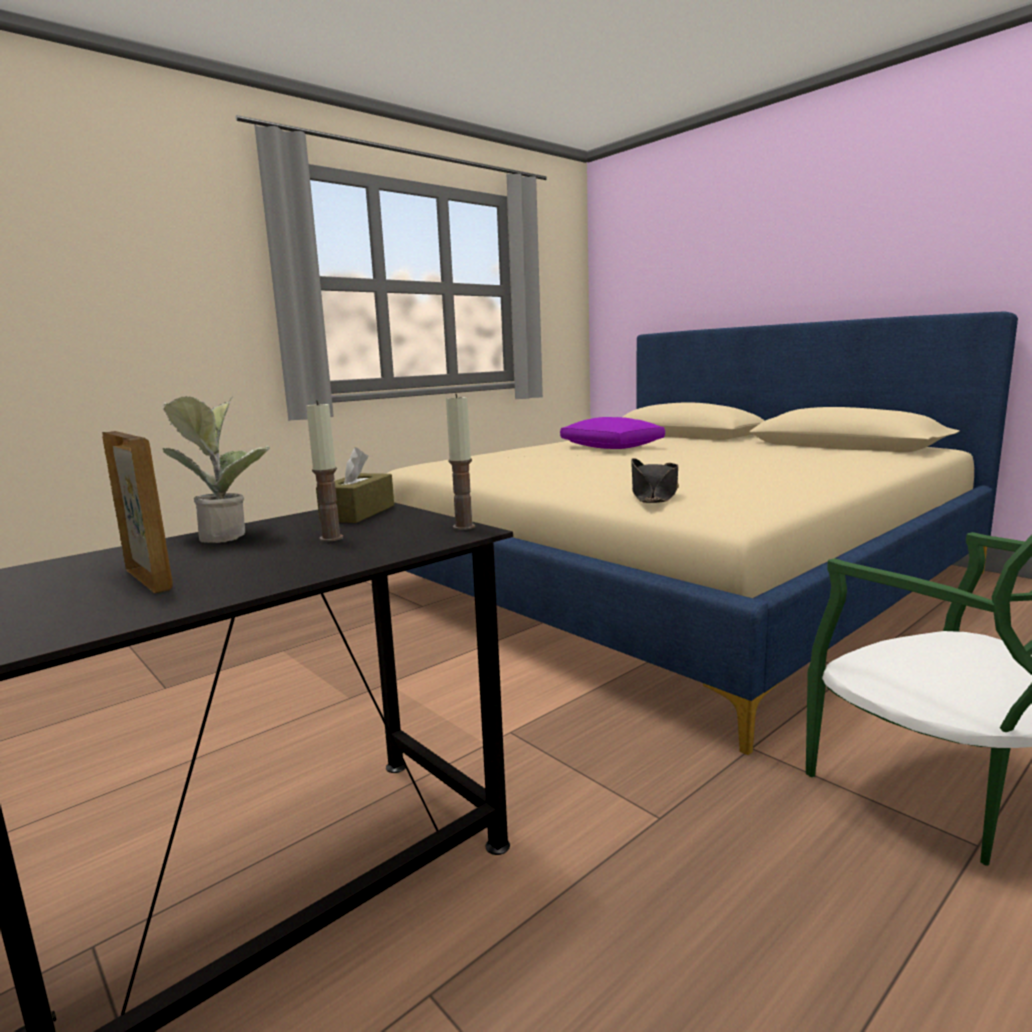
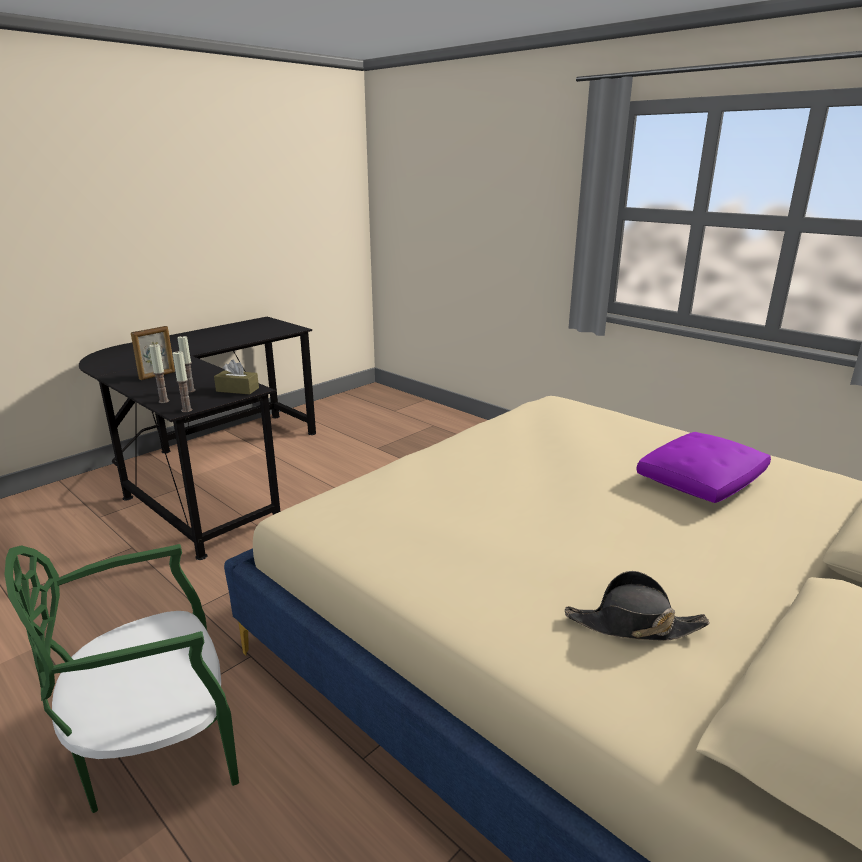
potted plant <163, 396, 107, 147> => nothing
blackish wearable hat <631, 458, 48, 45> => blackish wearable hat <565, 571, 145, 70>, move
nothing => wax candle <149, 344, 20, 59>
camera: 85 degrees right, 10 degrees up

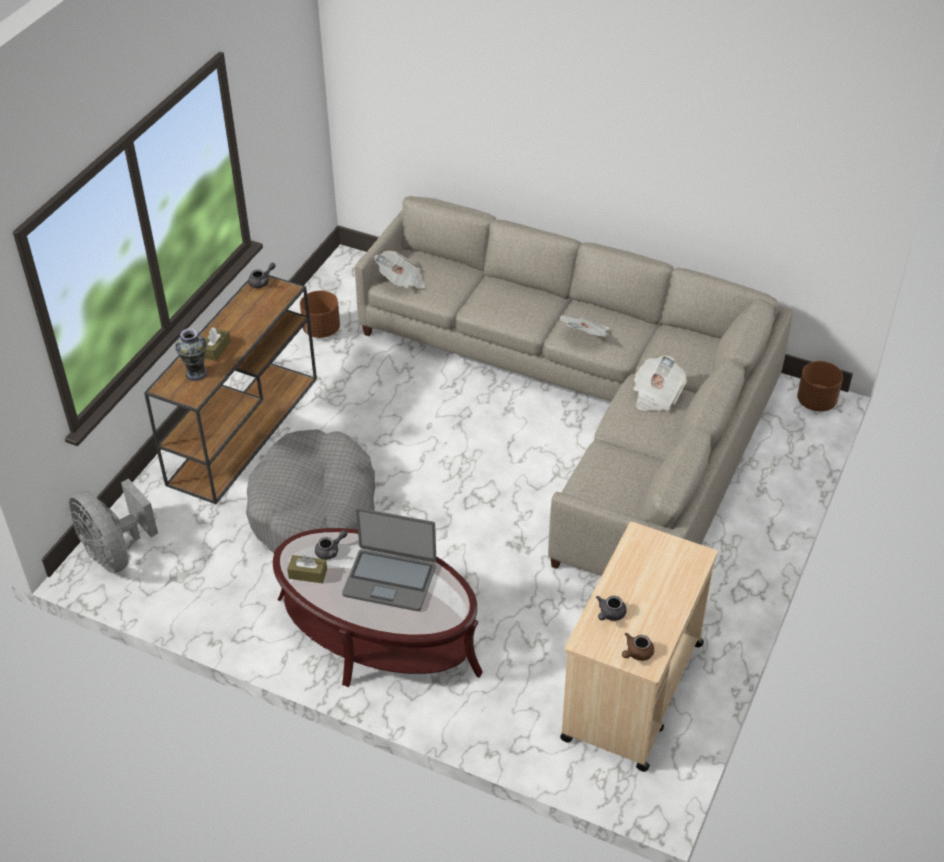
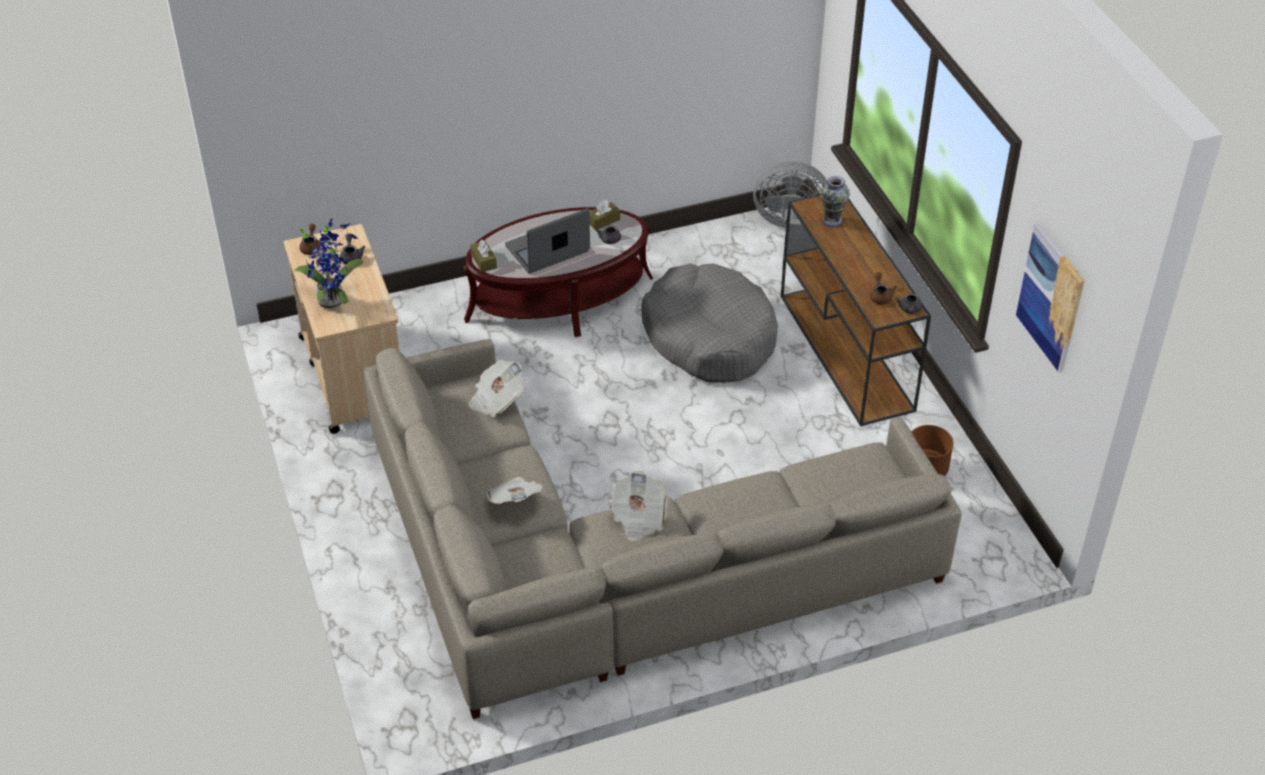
brown-coloured tissue holder <205, 327, 26, 34> => brown-coloured tissue holder <470, 239, 27, 33>, move
printed paper <375, 251, 50, 38> => printed paper <468, 360, 58, 57>, move
brown-coloured plant pot <797, 361, 46, 51> => nothing
nothing => potted plant <294, 218, 69, 91>
nothing => brown-coloured pot for tea <870, 272, 27, 32>
nothing => wall art <1016, 223, 69, 150>
camera: 135 degrees right, 0 degrees up

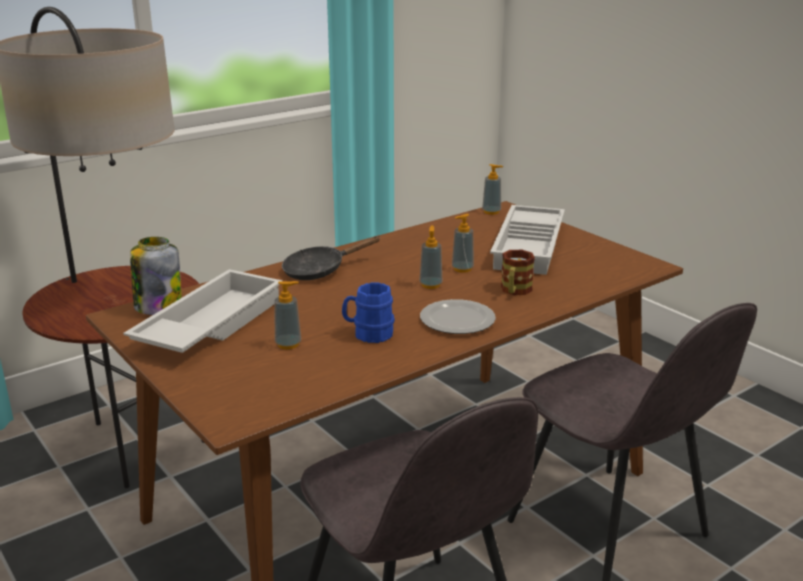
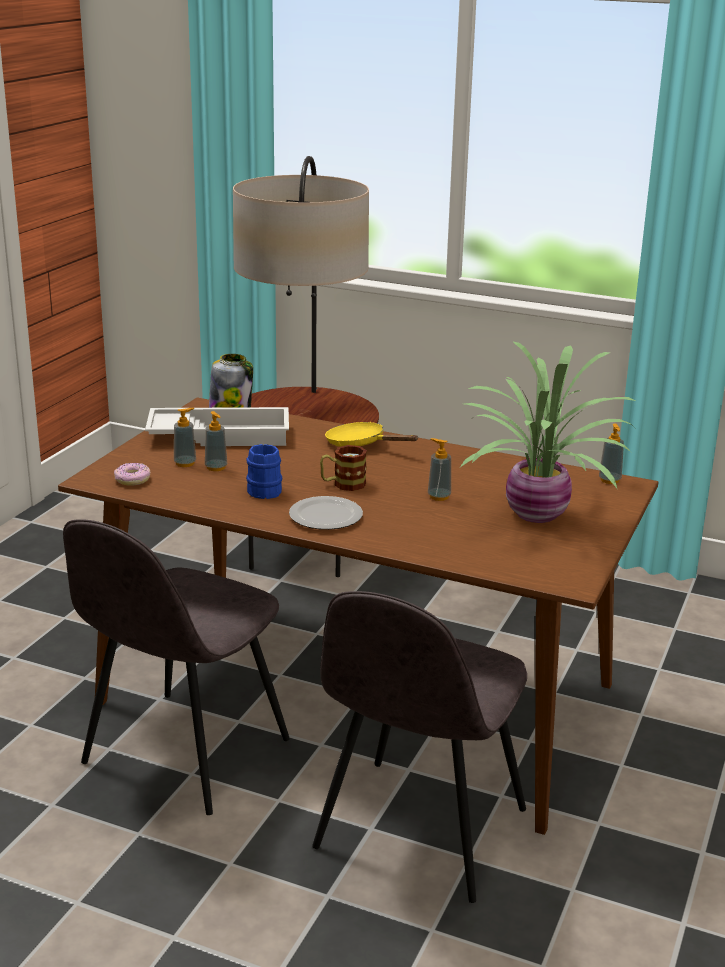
blackish pan <282, 236, 99, 44> => yellowish pan <325, 422, 94, 25>
soap bottle <419, 225, 23, 64> => soap bottle <174, 408, 22, 59>, move
white-coloured serving tray <490, 205, 75, 70> => potted plant <460, 342, 175, 181>
tea mug <501, 250, 34, 45> => tea mug <320, 445, 47, 46>, move
nothing => ring doughnut <114, 463, 36, 23>
camera: 60 degrees right, 0 degrees up

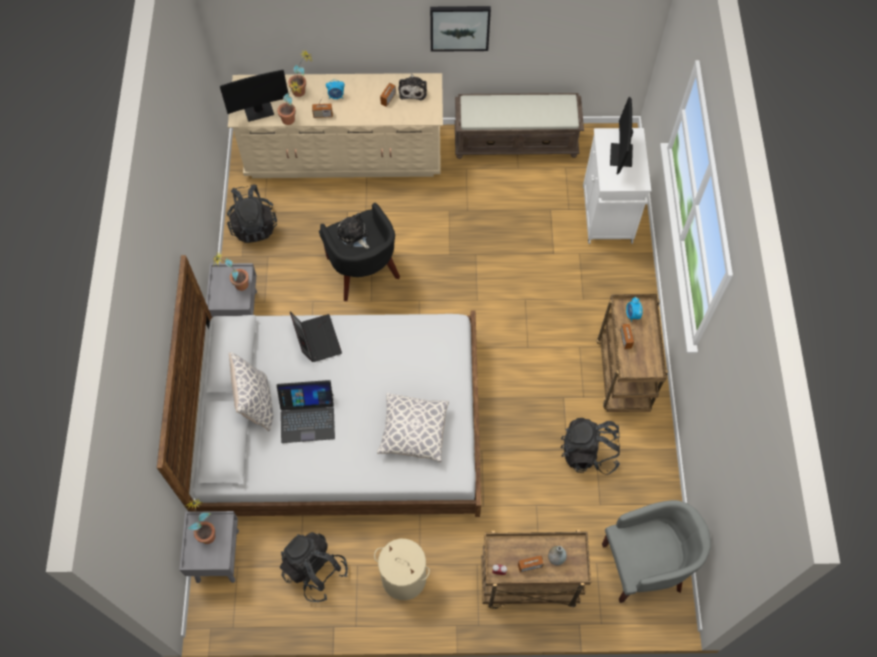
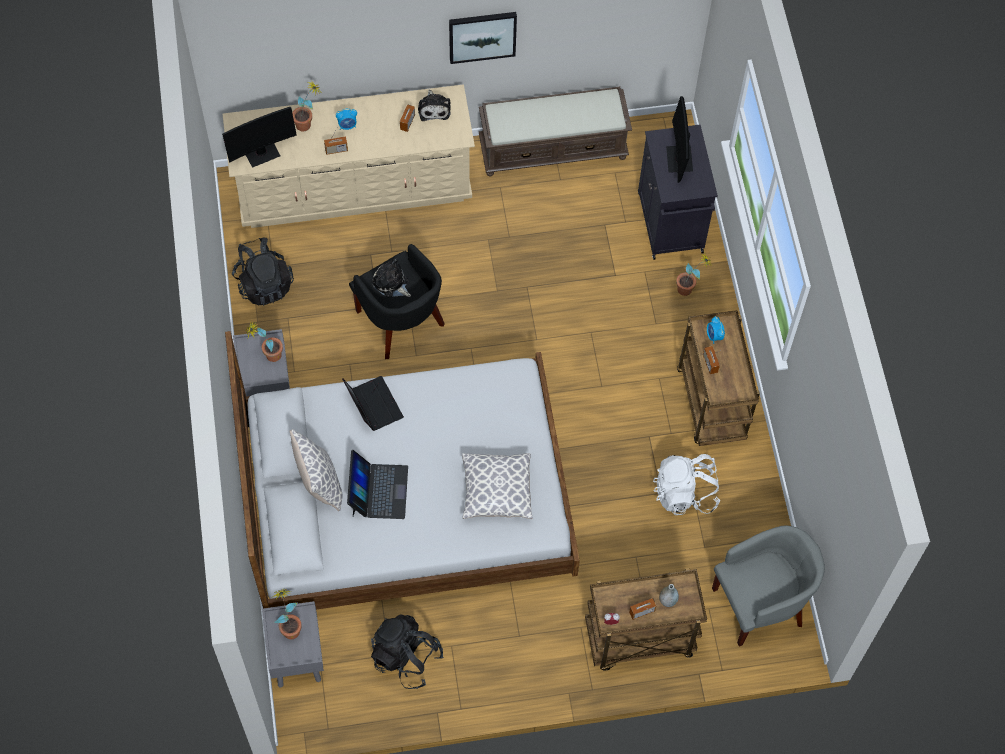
potted plant <277, 81, 24, 44> => potted plant <676, 252, 36, 44>, move
notebook computer <277, 380, 58, 63> => notebook computer <347, 450, 61, 69>, 75 degrees counterclockwise
beige-coloured hamper <374, 539, 56, 61> => nothing
blackish backpack <560, 418, 60, 57> => white-coloured backpack <653, 454, 68, 61>
white-coloured cabinet <583, 128, 68, 116> => blackish cabinet <638, 125, 80, 135>
camera: 10 degrees left, 0 degrees up

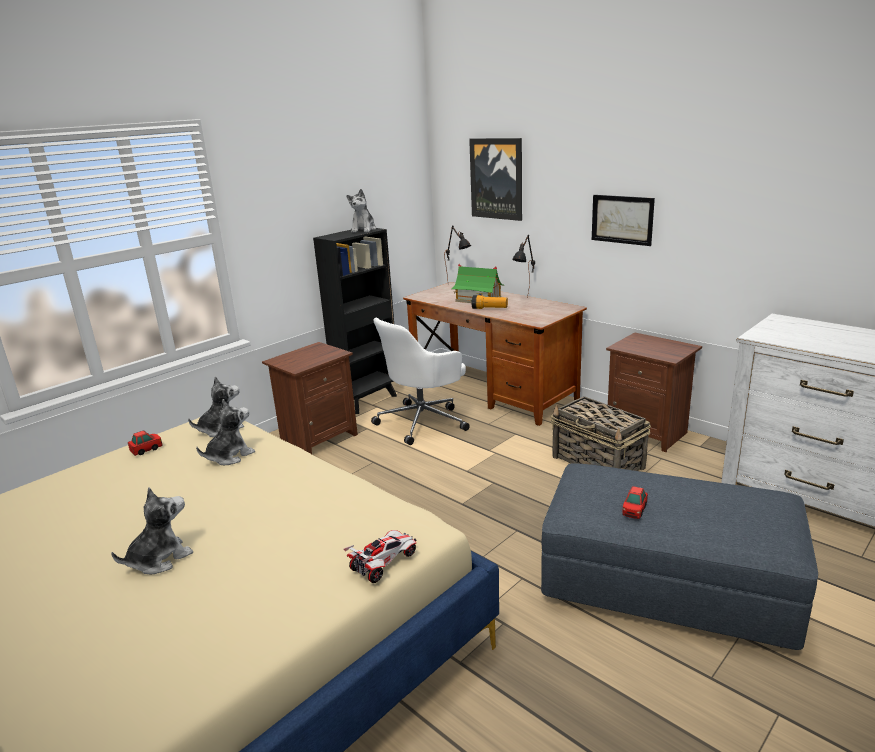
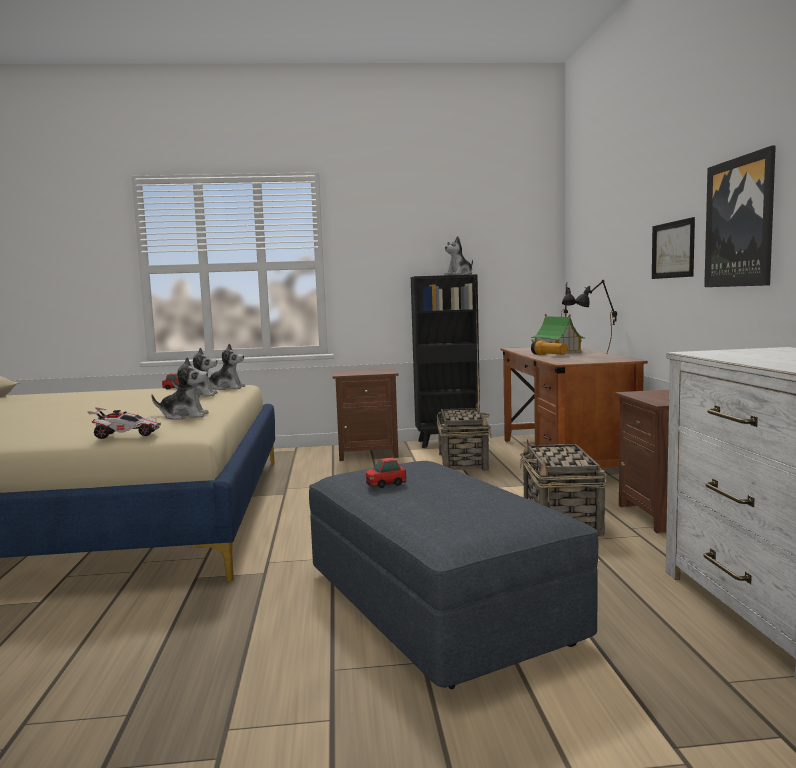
cuddly toy <111, 488, 82, 86> => cuddly toy <152, 357, 57, 63>, move
white-coloured desk chair <371, 318, 99, 127> => household basket <437, 403, 54, 68>
wall art <469, 138, 53, 83> => wall art <704, 146, 72, 141>, move
camera: 40 degrees right, 15 degrees down

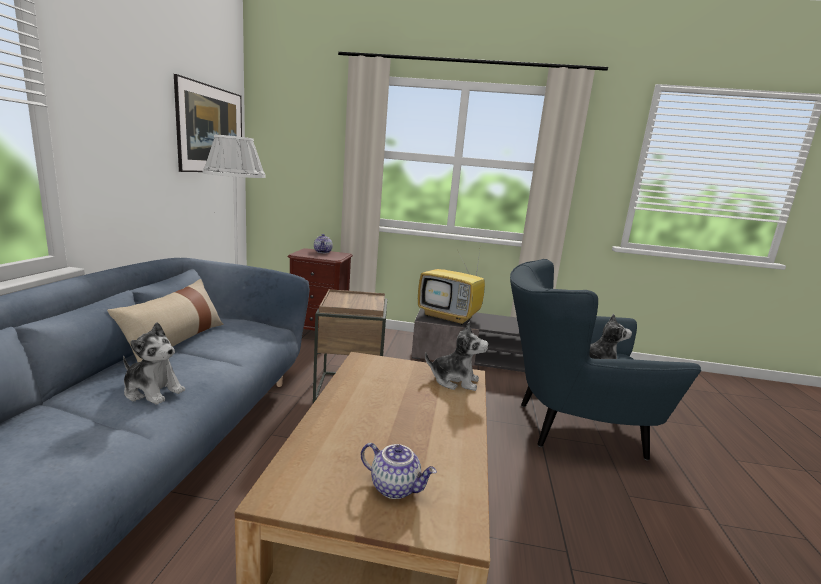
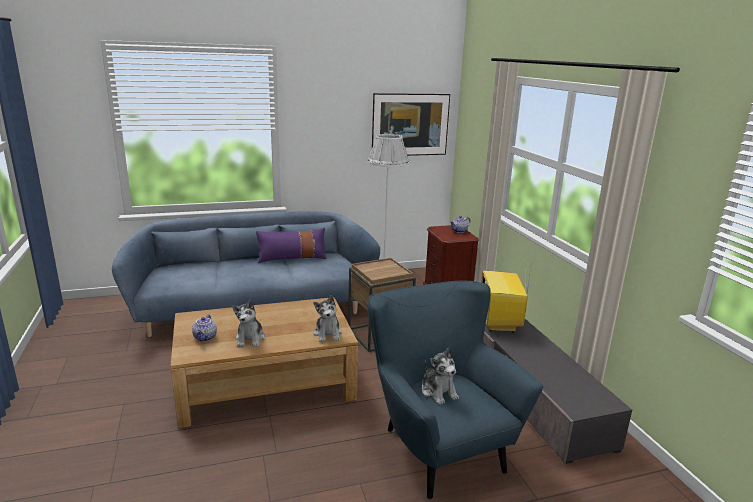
beige-coloured cushion <107, 279, 117, 83> => purplish cushion <256, 228, 71, 35>
cuddly toy <123, 322, 62, 83> => cuddly toy <232, 300, 33, 47>, move
camera: 65 degrees right, 5 degrees up

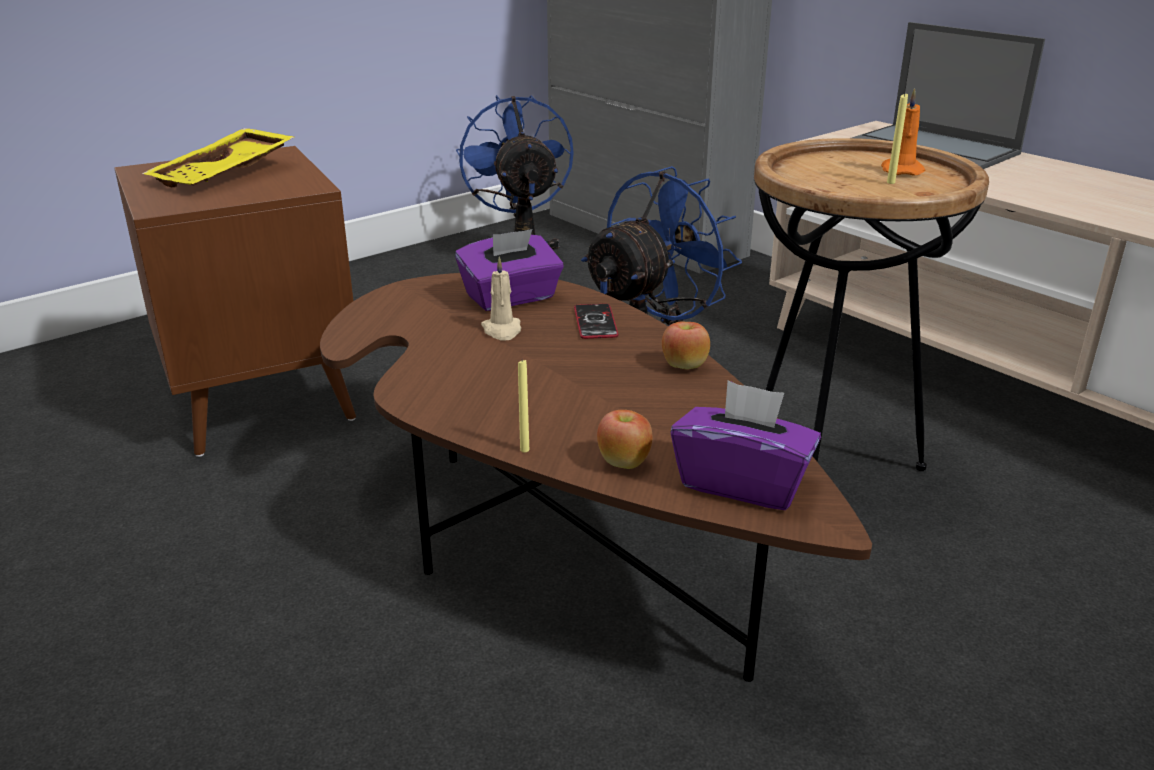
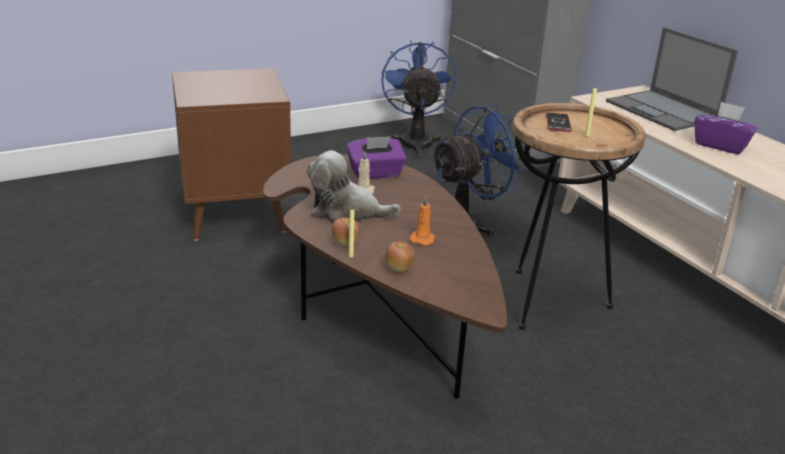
yellowish serving tray <142, 128, 152, 59> => nothing
telephone <574, 304, 44, 35> => telephone <546, 113, 26, 19>, move
apple fruit <662, 321, 48, 48> => apple fruit <332, 217, 28, 29>, move
purplish tissue holder <670, 380, 151, 130> => purplish tissue holder <695, 102, 63, 53>, move
orangey wax candle <881, 88, 45, 88> => orangey wax candle <409, 196, 26, 49>, move
nothing => cuddly toy <307, 150, 94, 73>
camera: 10 degrees right, 0 degrees up

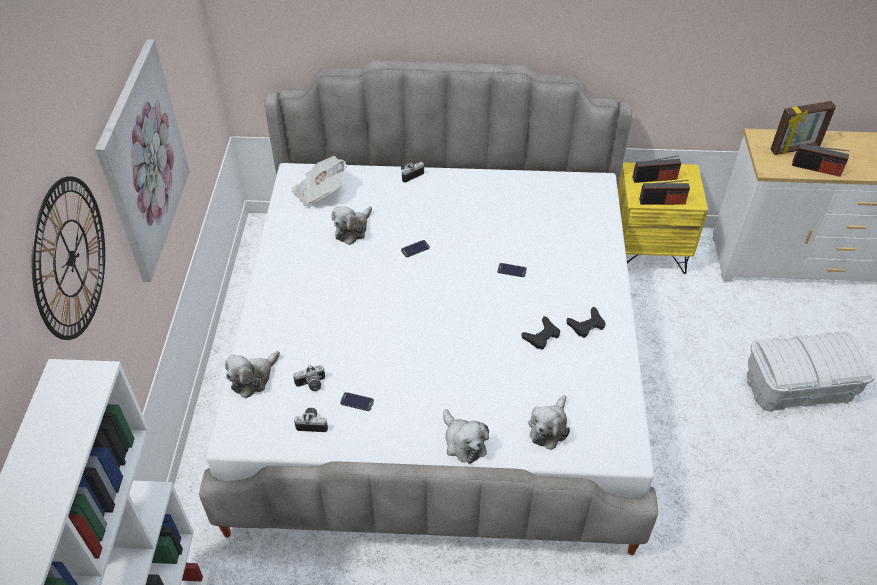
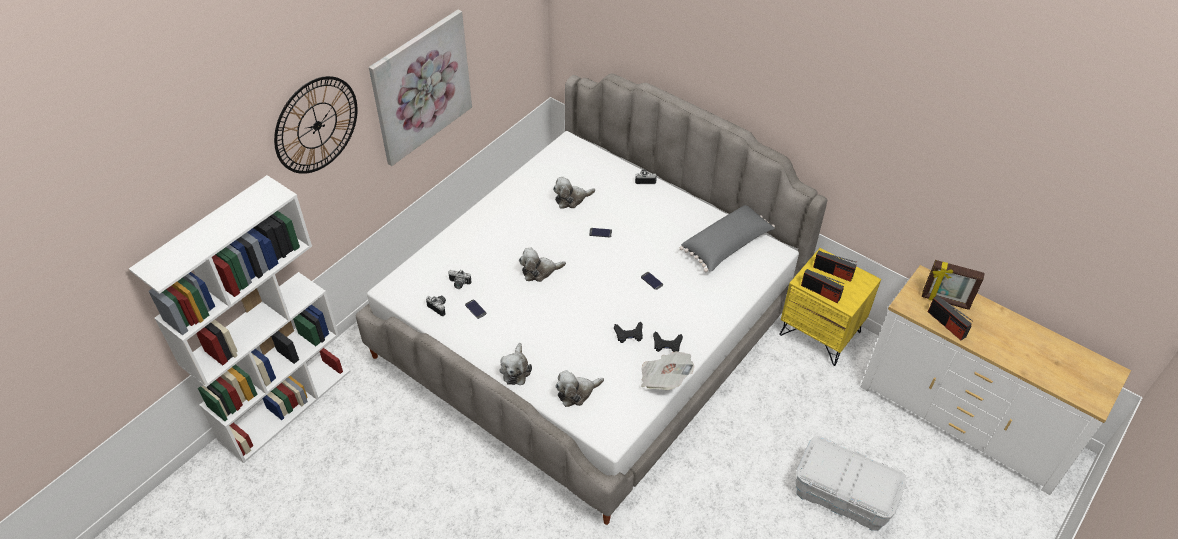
cuddly toy <225, 351, 55, 48> => cuddly toy <519, 248, 47, 34>, move
printed paper <292, 156, 55, 50> => printed paper <641, 351, 53, 39>, move
nothing => grey cushion <680, 205, 95, 67>
camera: 35 degrees right, 0 degrees up

